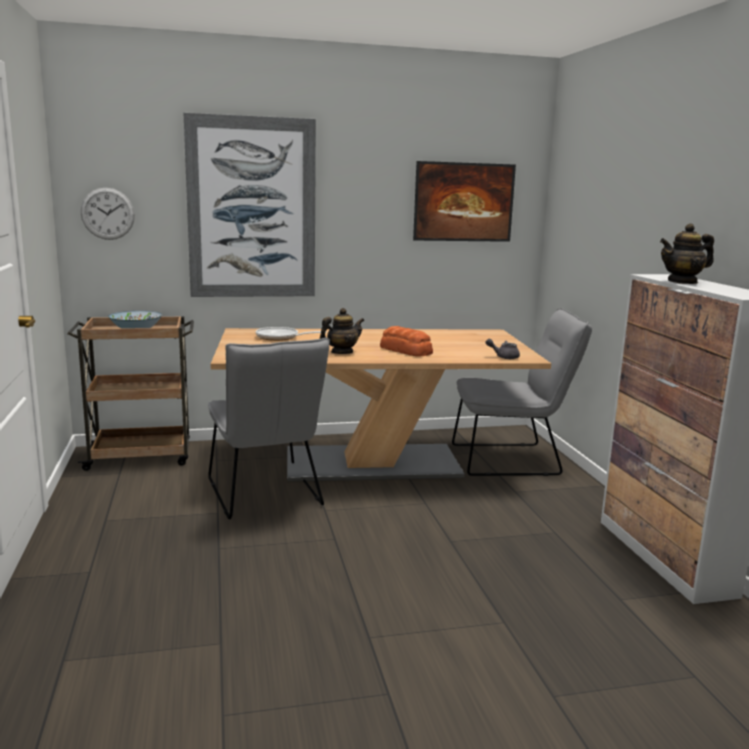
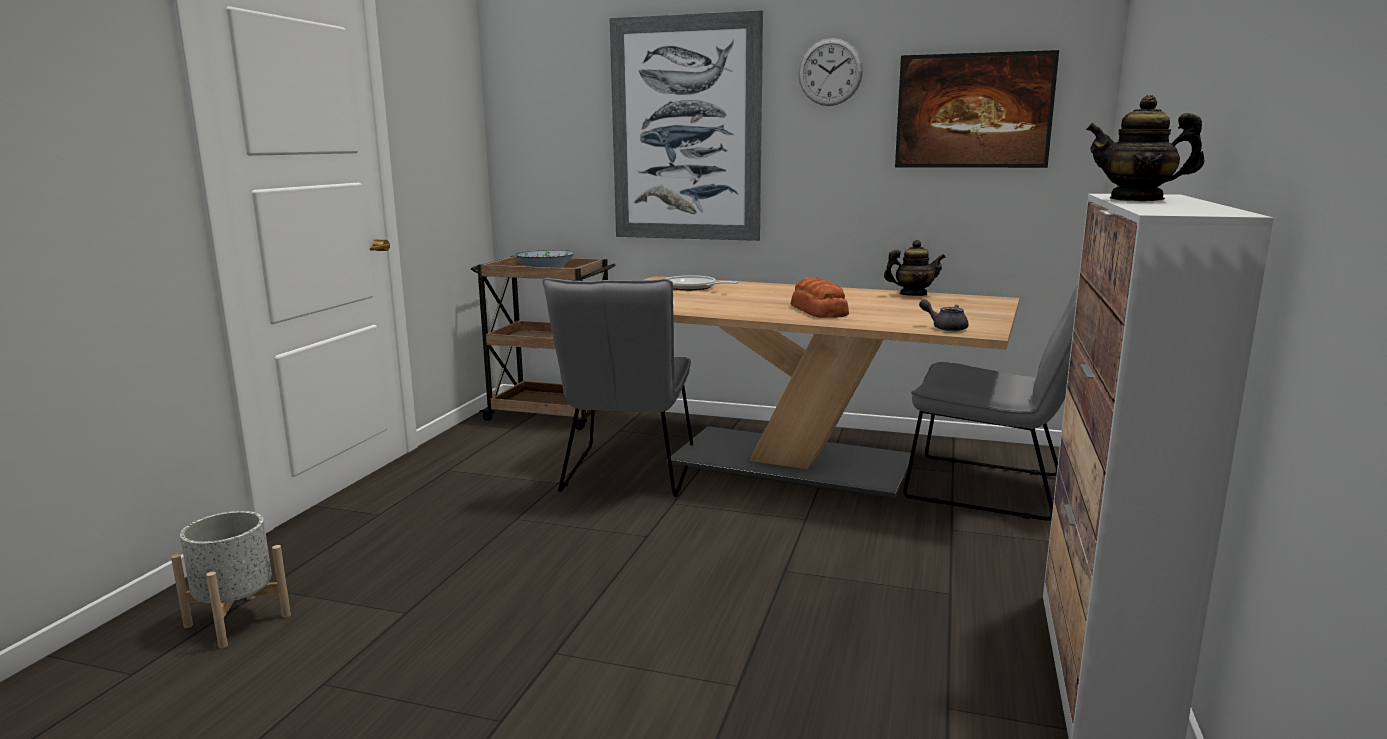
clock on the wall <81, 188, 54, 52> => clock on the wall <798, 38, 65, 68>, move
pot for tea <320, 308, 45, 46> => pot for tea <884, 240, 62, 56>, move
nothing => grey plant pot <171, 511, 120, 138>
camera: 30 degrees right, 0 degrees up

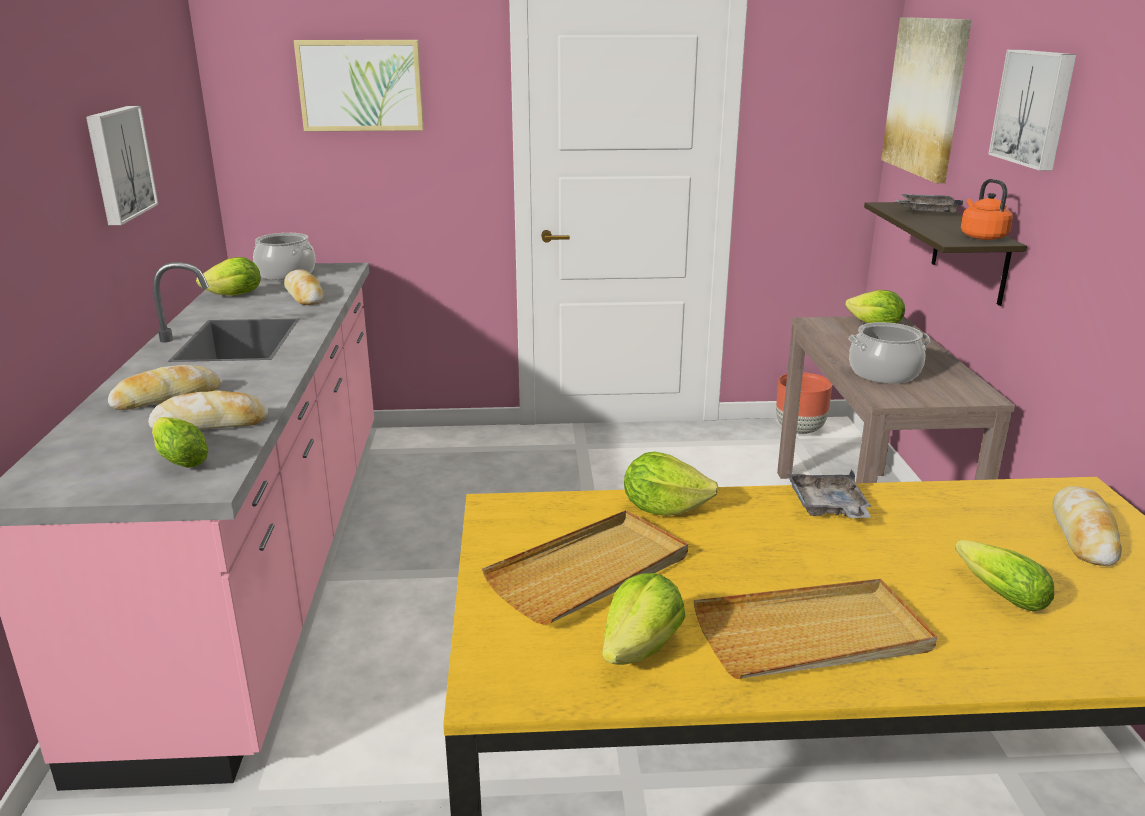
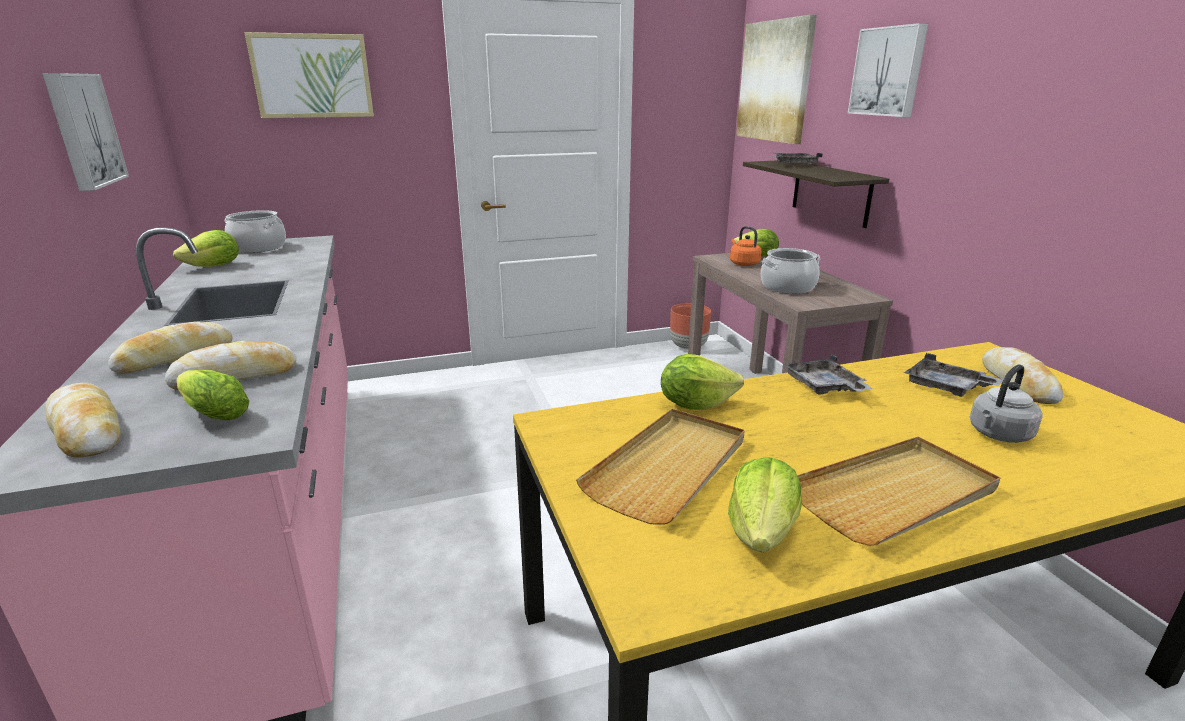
bread <284, 269, 39, 36> => bread <45, 383, 76, 74>, move
lettuce <955, 540, 99, 71> => grey water kettle <970, 365, 73, 78>
orangey water kettle <961, 179, 52, 61> => orangey water kettle <730, 226, 32, 40>, move
nothing => grey serving tray <904, 353, 99, 44>
camera: 15 degrees left, 0 degrees up

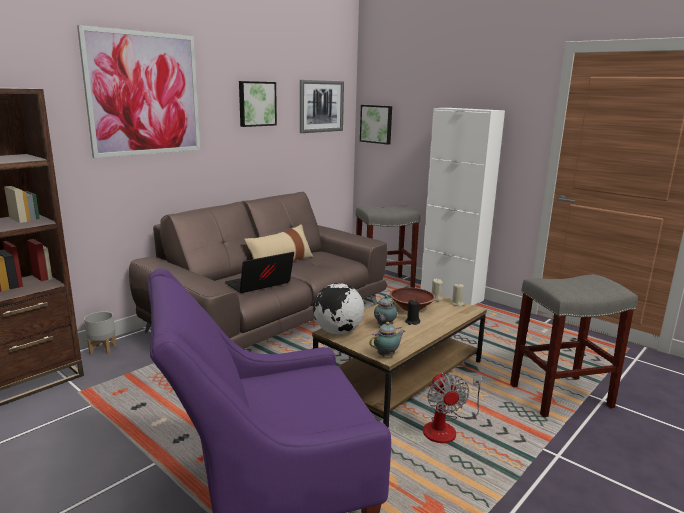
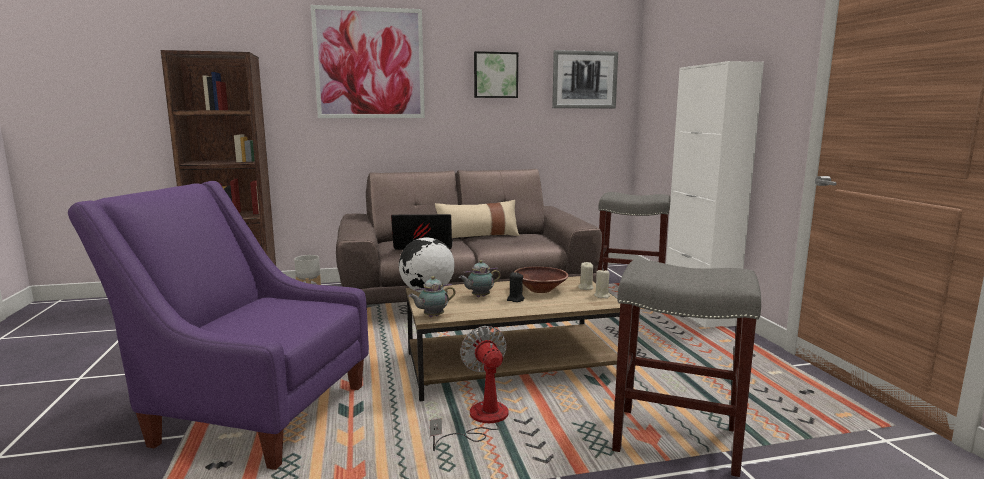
wall art <360, 105, 32, 39> => nothing
pot for tea <369, 322, 36, 35> => pot for tea <408, 276, 48, 41>, 150 degrees clockwise
fan <423, 372, 59, 71> => fan <430, 326, 79, 125>, 135 degrees clockwise
camera: 35 degrees right, 5 degrees down

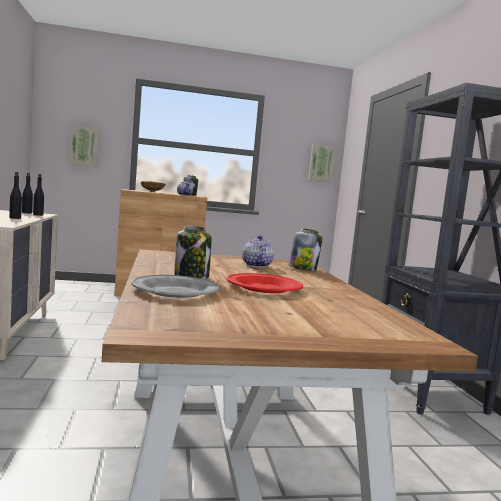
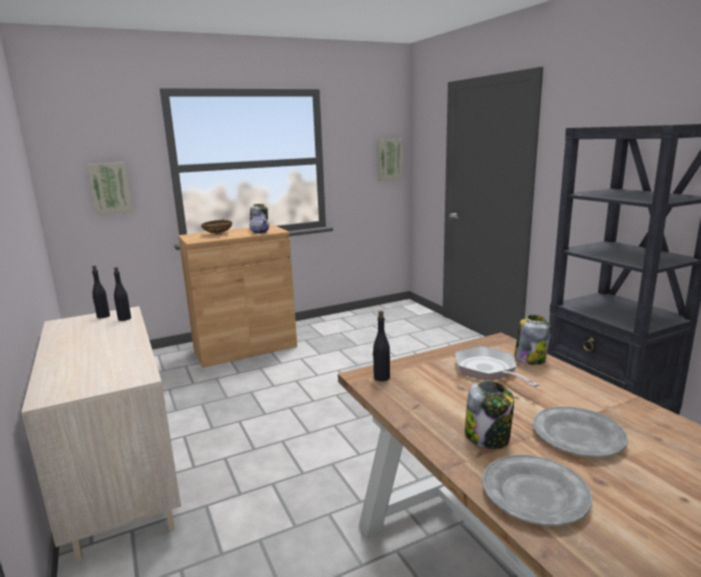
blackish drink bottle <9, 172, 13, 47> => blackish drink bottle <373, 311, 17, 70>, move
red-coloured flat dish <227, 273, 76, 20> => grey flat dish <532, 407, 96, 50>
pot for tea <242, 235, 32, 33> => pan <455, 346, 85, 41>
camera: 15 degrees left, 10 degrees up

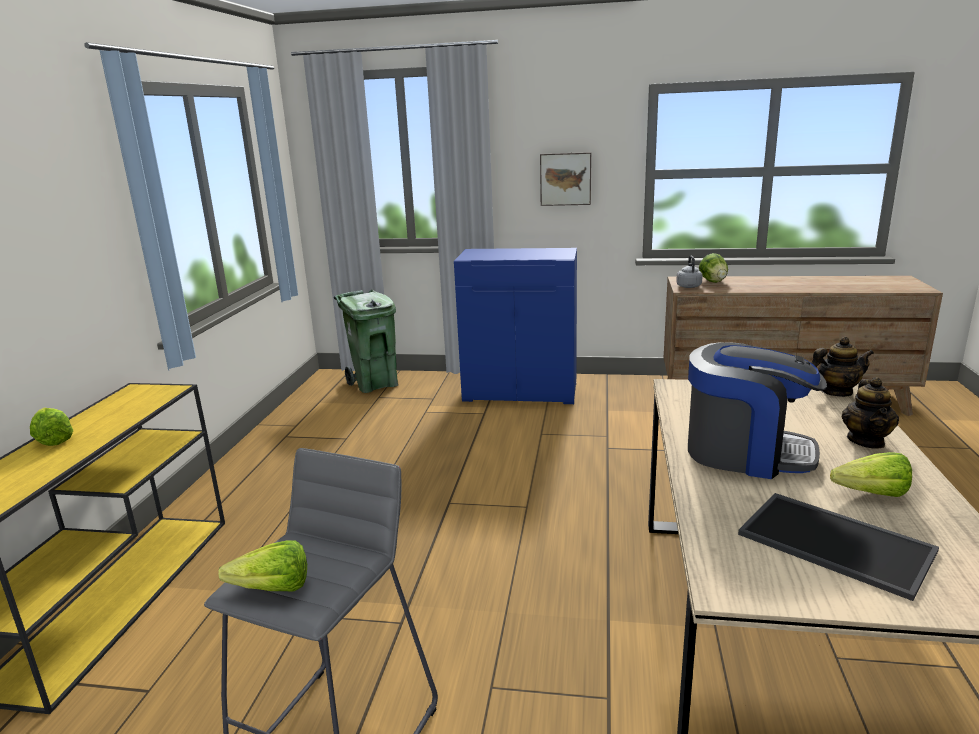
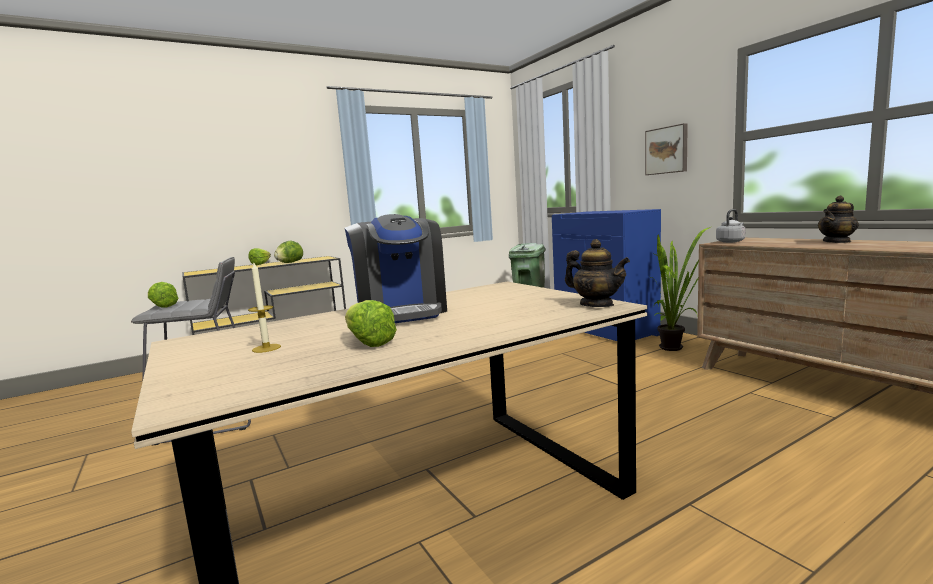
lettuce <699, 253, 29, 30> => lettuce <274, 241, 29, 22>, move
serving tray <738, 493, 201, 108> => wax candle <248, 263, 33, 90>
pot for tea <841, 377, 58, 72> => pot for tea <818, 196, 41, 47>, move
nothing => potted plant <651, 227, 60, 124>
camera: 50 degrees right, 10 degrees down

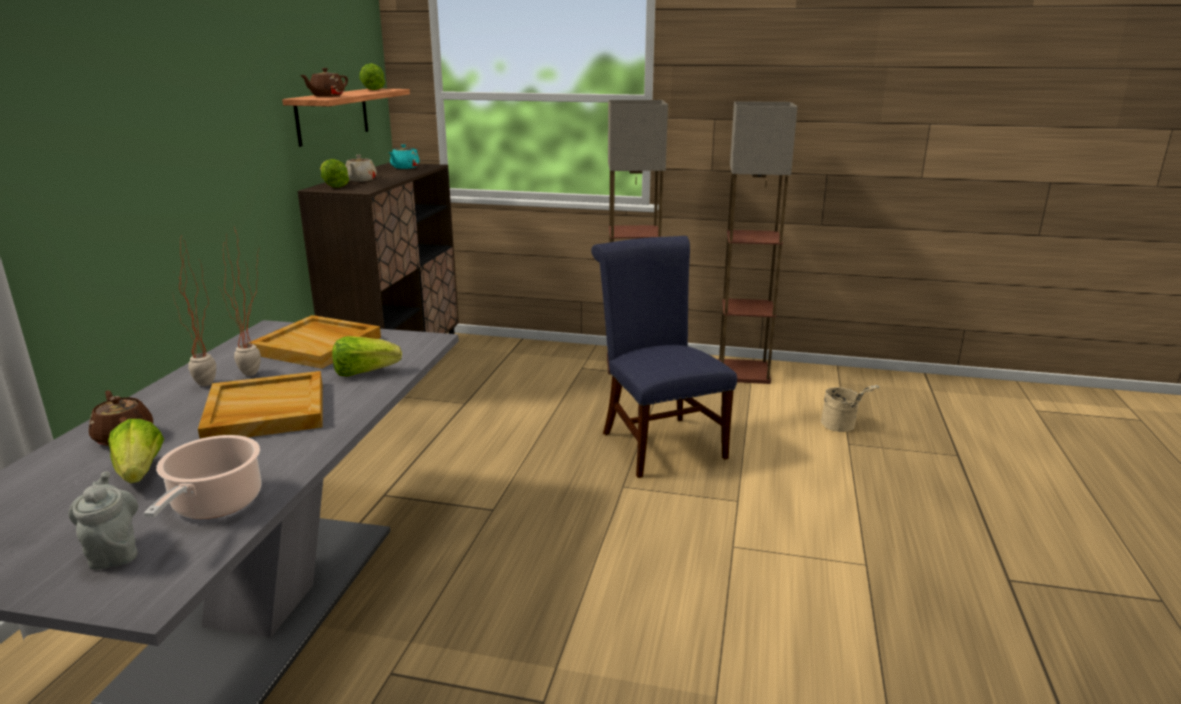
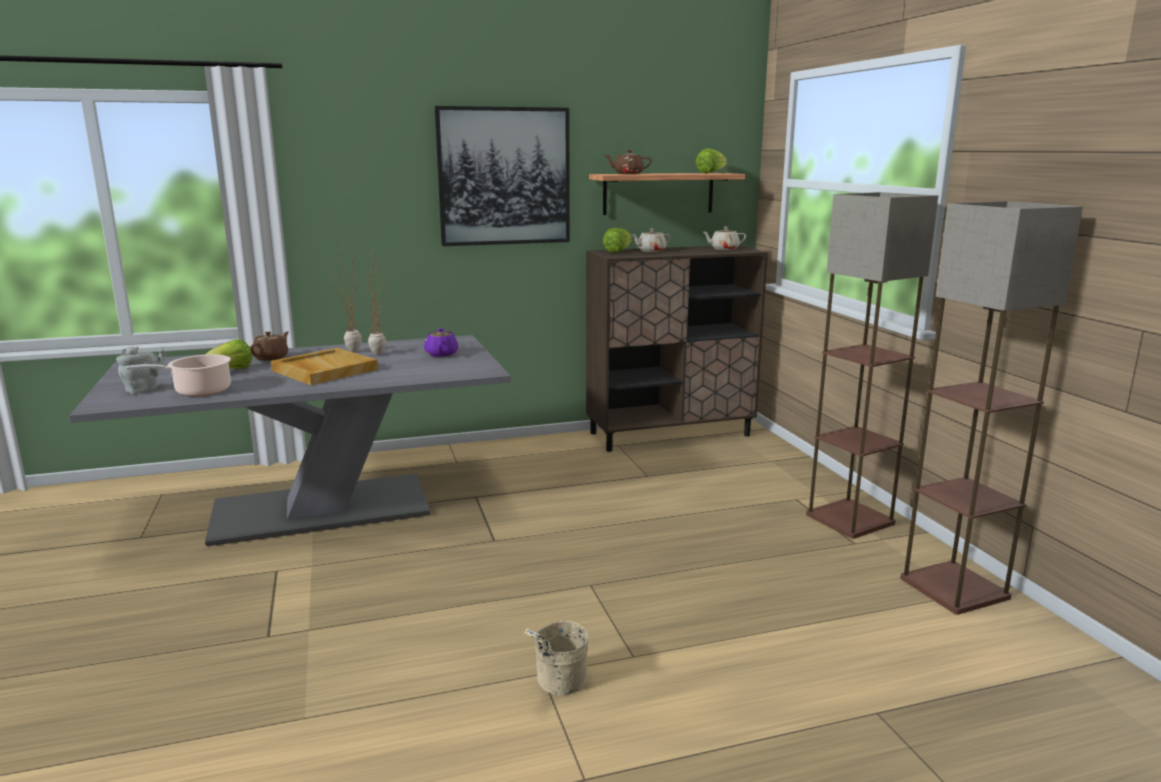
beige-coloured serving tray <249, 315, 132, 54> => purplish pot for tea <424, 328, 35, 29>
lettuce <332, 336, 70, 40> => nothing
blue-green pot for tea <388, 144, 31, 25> => beige-coloured pot for tea <703, 227, 43, 23>
blue chair <591, 236, 146, 242> => nothing
beige-coloured pail <821, 385, 58, 47> => beige-coloured pail <524, 621, 64, 74>, move
nothing => wall art <435, 106, 135, 140>
camera: 60 degrees right, 5 degrees down

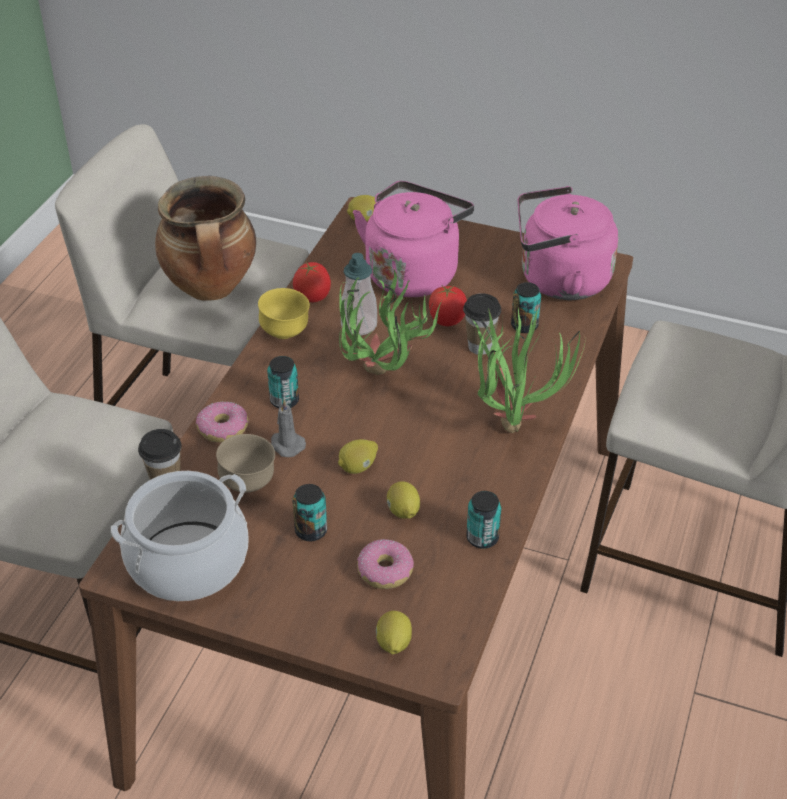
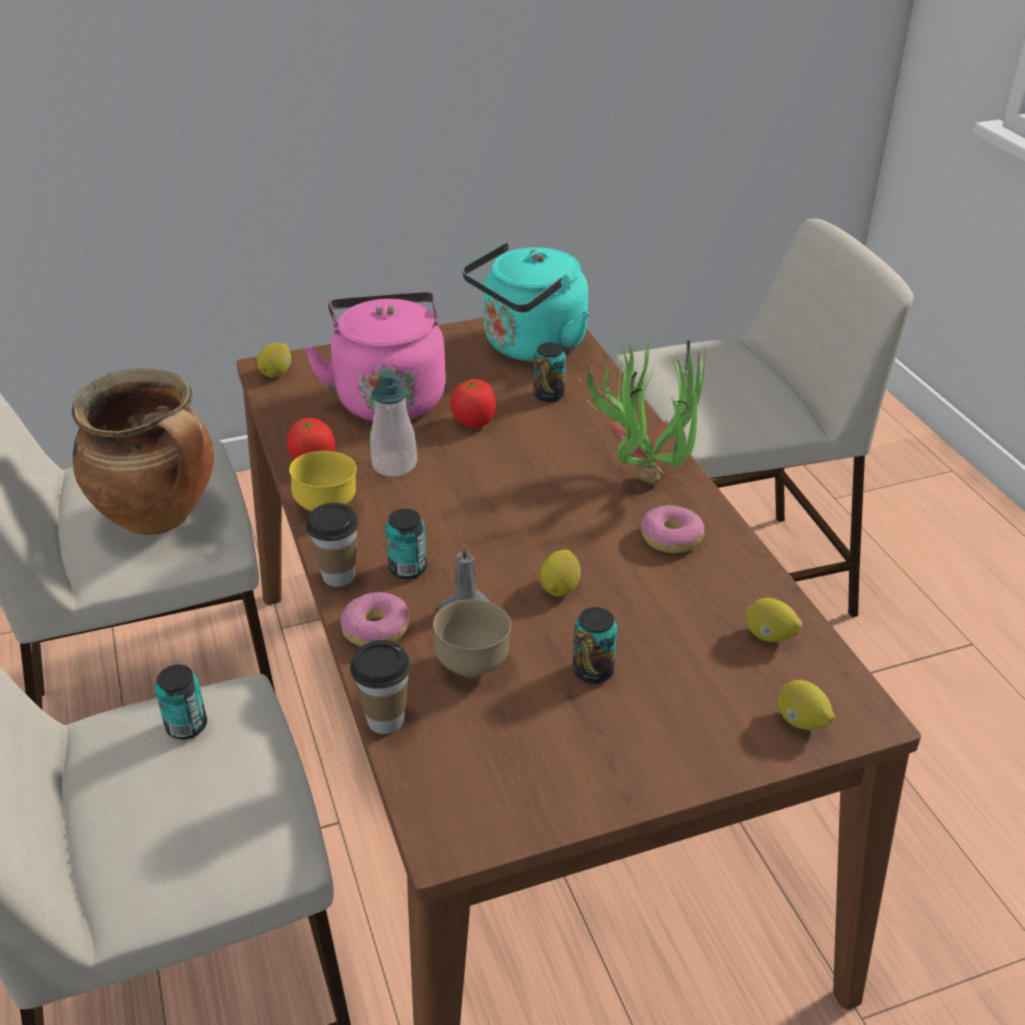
saucepot <111, 471, 138, 130> => nothing
potted plant <339, 269, 103, 105> => nothing
ring doughnut <357, 539, 57, 50> => ring doughnut <641, 505, 64, 48>, move
citrus fruit <387, 481, 33, 38> => citrus fruit <746, 598, 57, 44>, move
drinking cup <463, 293, 38, 62> => drinking cup <306, 503, 53, 84>, move
can <466, 491, 36, 58> => can <155, 665, 52, 74>, move
pinkish water kettle <517, 186, 102, 114> => blue-green water kettle <462, 242, 127, 120>
camera: 40 degrees left, 5 degrees down

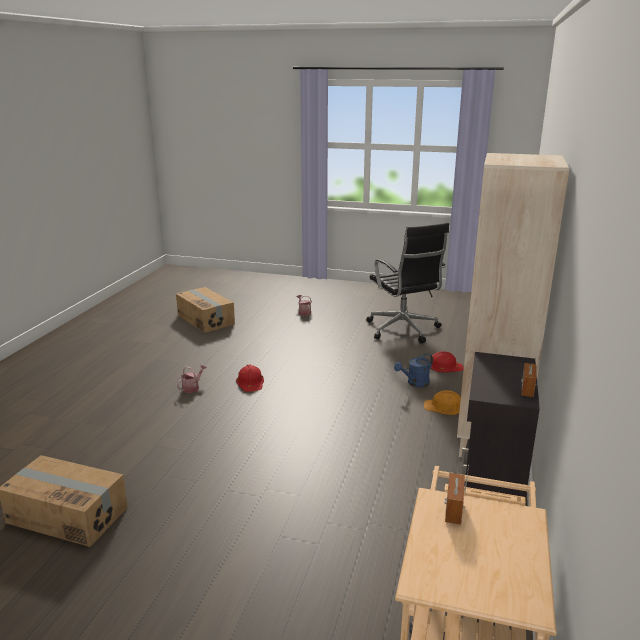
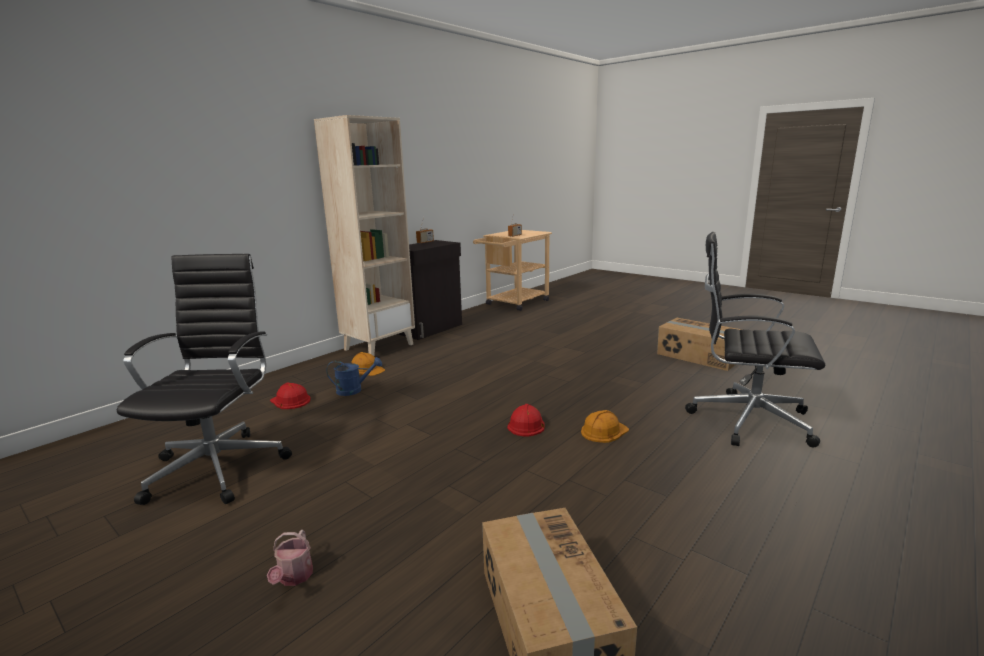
watering pot <177, 364, 30, 29> => orangey hard hat <581, 410, 48, 33>
nothing => blackish desk chair <685, 232, 140, 215>
camera: 155 degrees left, 5 degrees down

